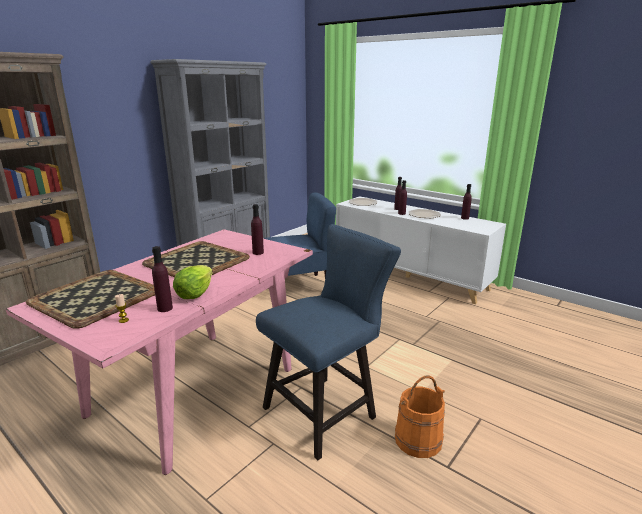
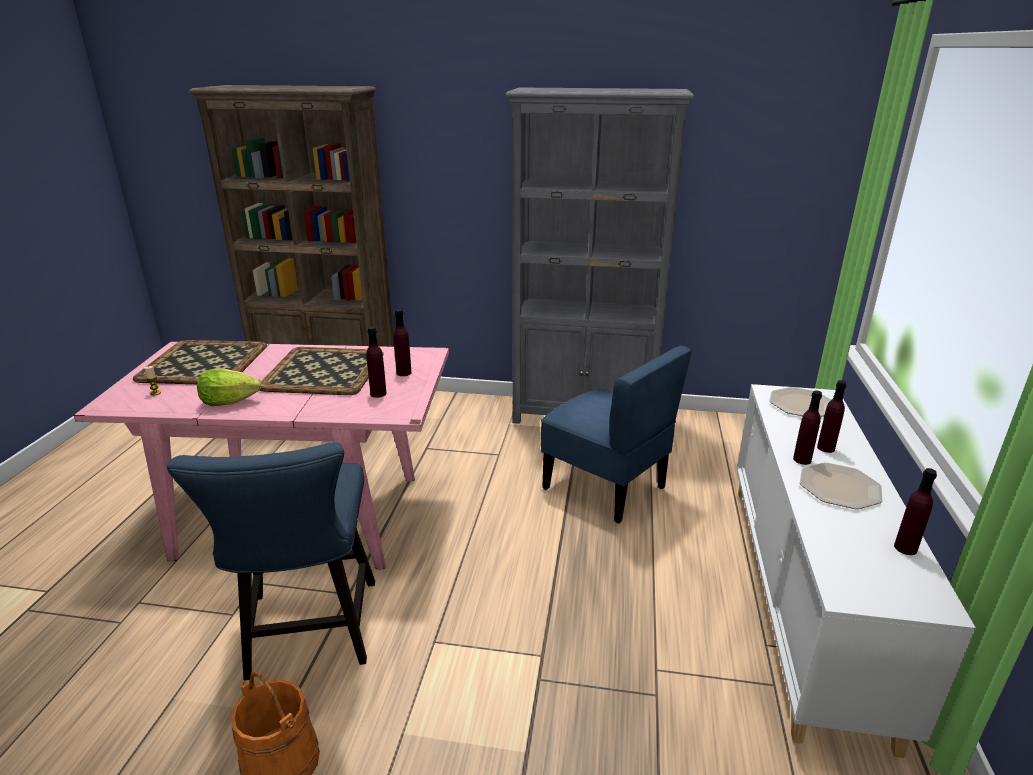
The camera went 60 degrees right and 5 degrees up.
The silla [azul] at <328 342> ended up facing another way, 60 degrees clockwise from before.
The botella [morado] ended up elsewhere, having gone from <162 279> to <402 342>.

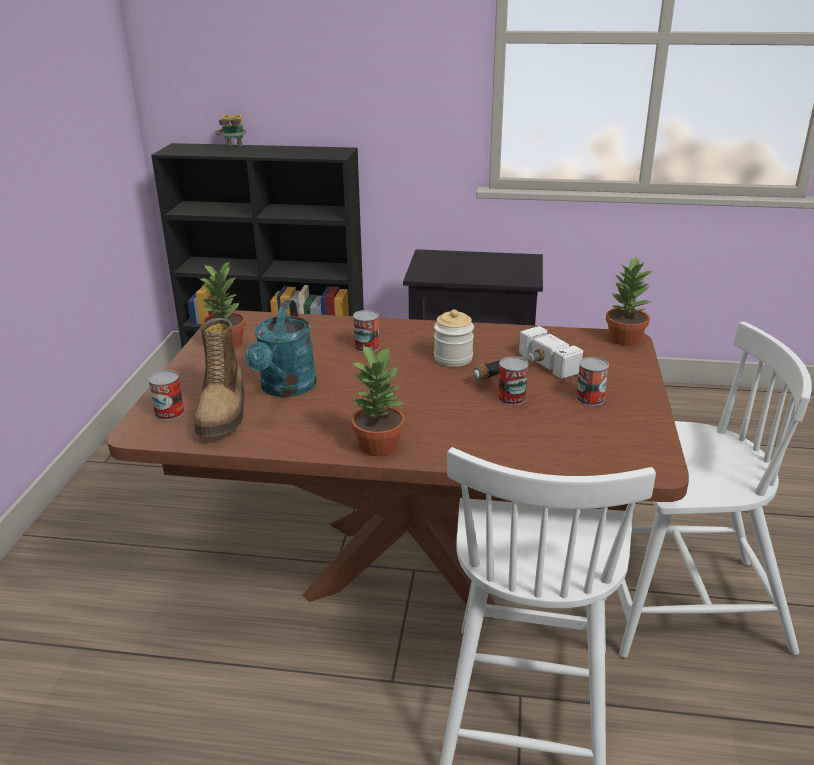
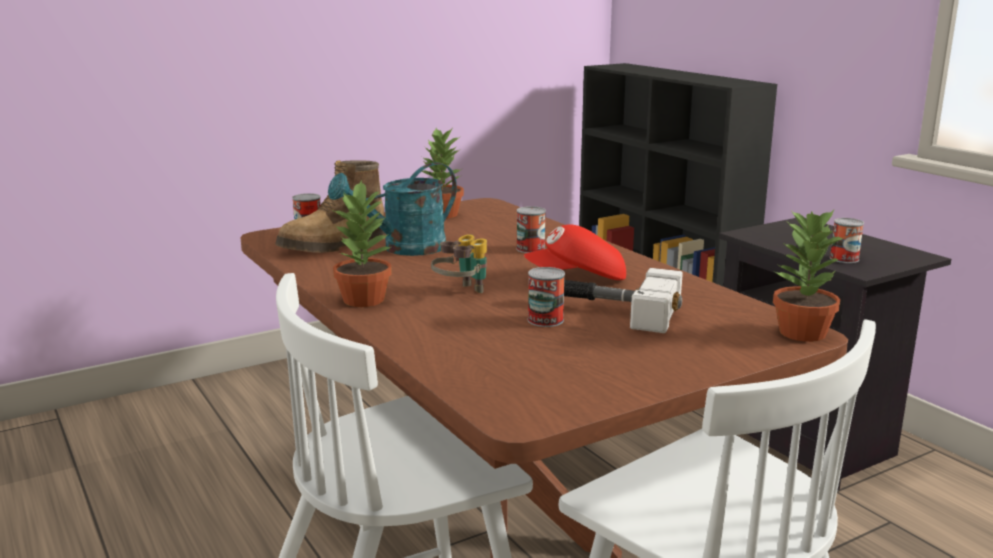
The camera went 50 degrees right and 10 degrees down.
The prismáticos ended up elsewhere, having gone from <230 130> to <459 263>.
Where the tarro stood at <454 338>, the gorra [rojo] came to stand at <575 252>.
The lata ended up elsewhere, having gone from <592 381> to <847 240>.

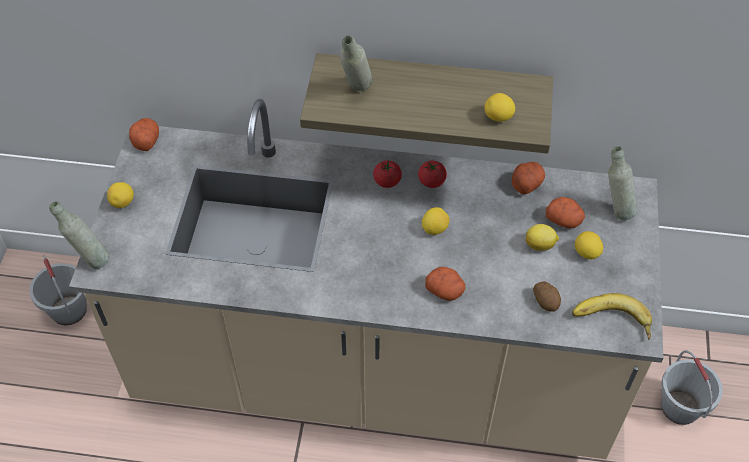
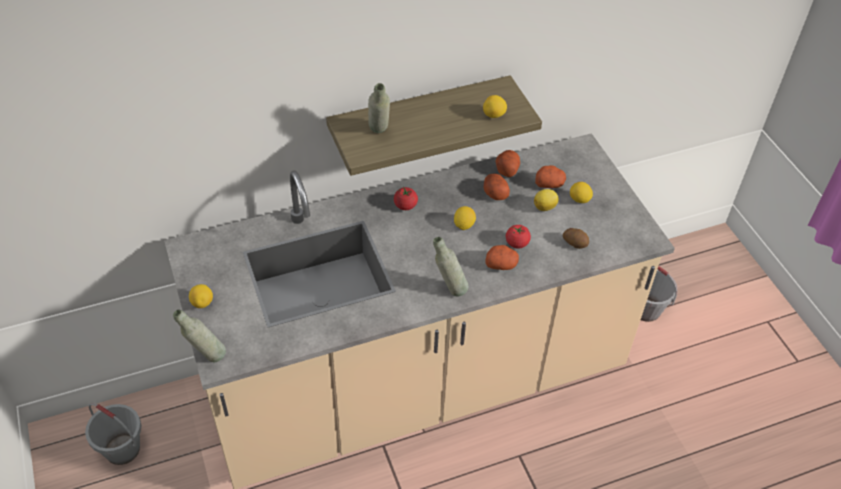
The camera went 30 degrees left and 5 degrees down.
The botella [gris] ended up elsewhere, having gone from <622 183> to <450 267>.
The patata ended up elsewhere, having gone from <144 134> to <496 186>.
The tomate ended up elsewhere, having gone from <432 174> to <518 237>.
The second view lost the plátano at <612 316>.

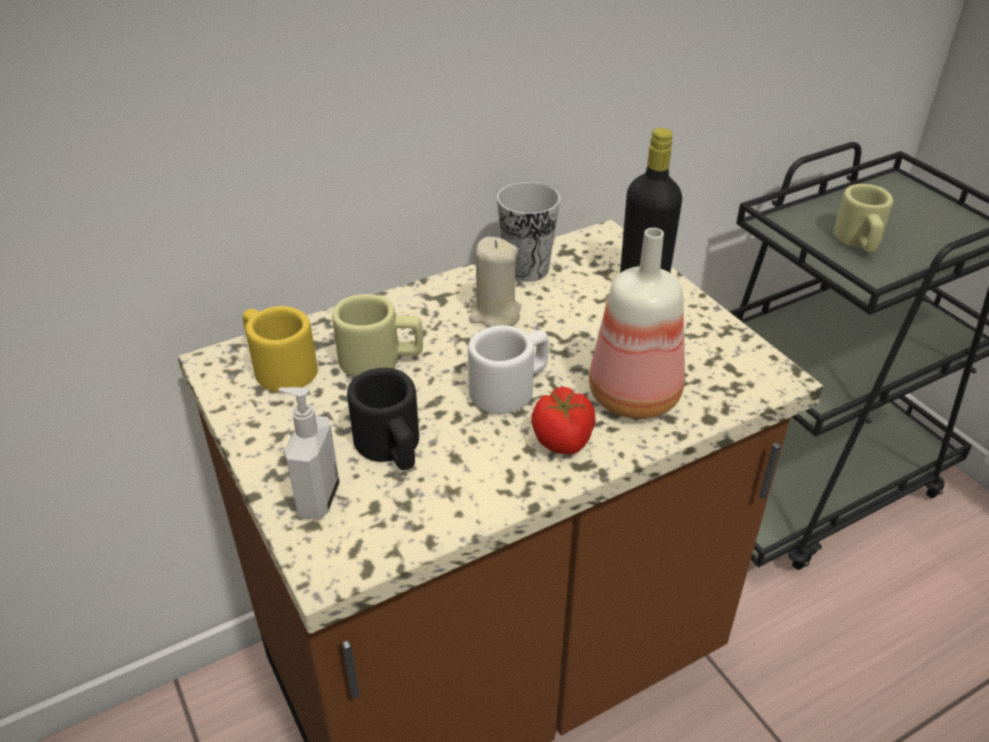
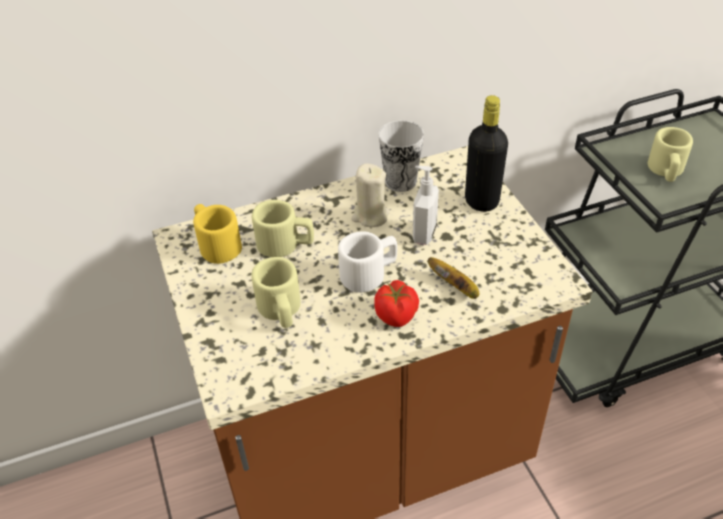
The camera went 10 degrees right and 5 degrees up.
What was the taza grande [negro] at <383 419> turned into the taza grande [beis] at <276 292>.
The dispensador de jabón ended up elsewhere, having gone from <309 453> to <426 205>.
Where the botella stood at <637 323>, the plátano came to stand at <453 278>.

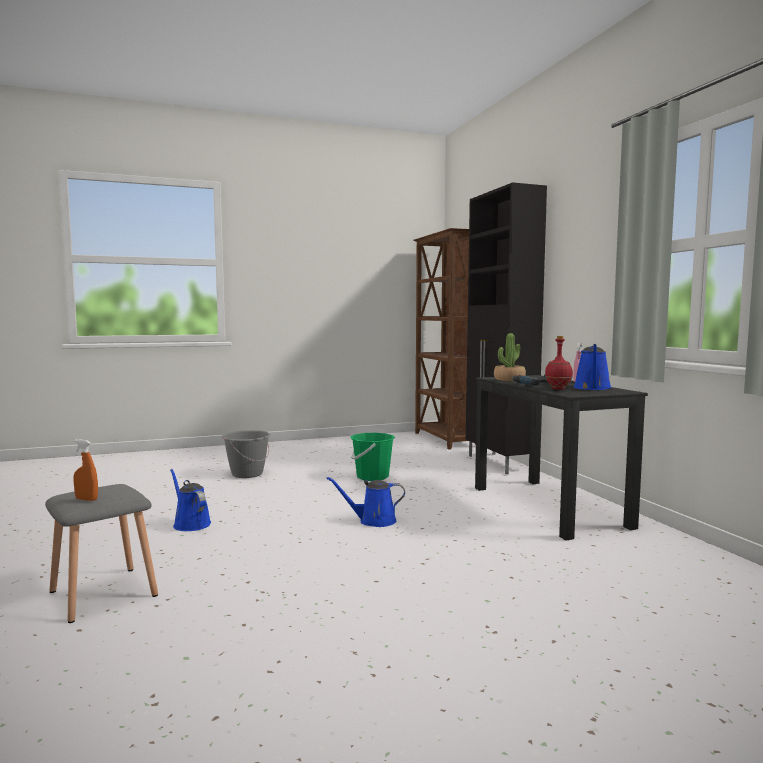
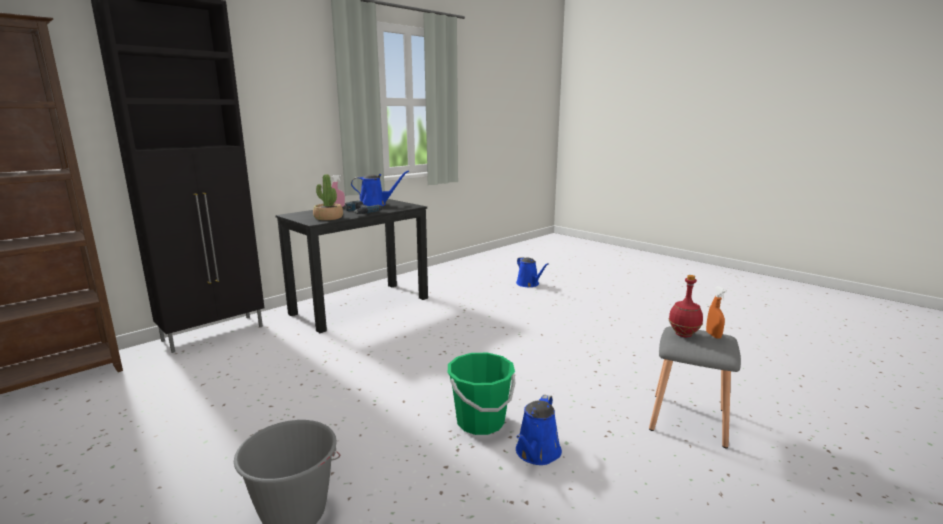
The camera went 115 degrees left and 10 degrees up.
The cubo [verde] ended up elsewhere, having gone from <372 457> to <481 394>.
The regadera [azul] ended up elsewhere, having gone from <365 502> to <532 272>.
The botella [rojo] ended up elsewhere, having gone from <559 363> to <686 306>.

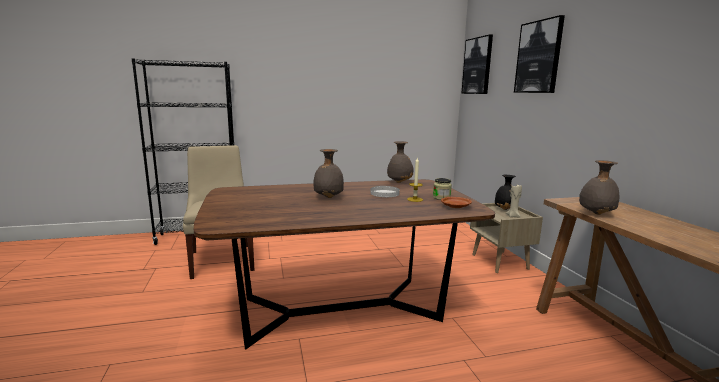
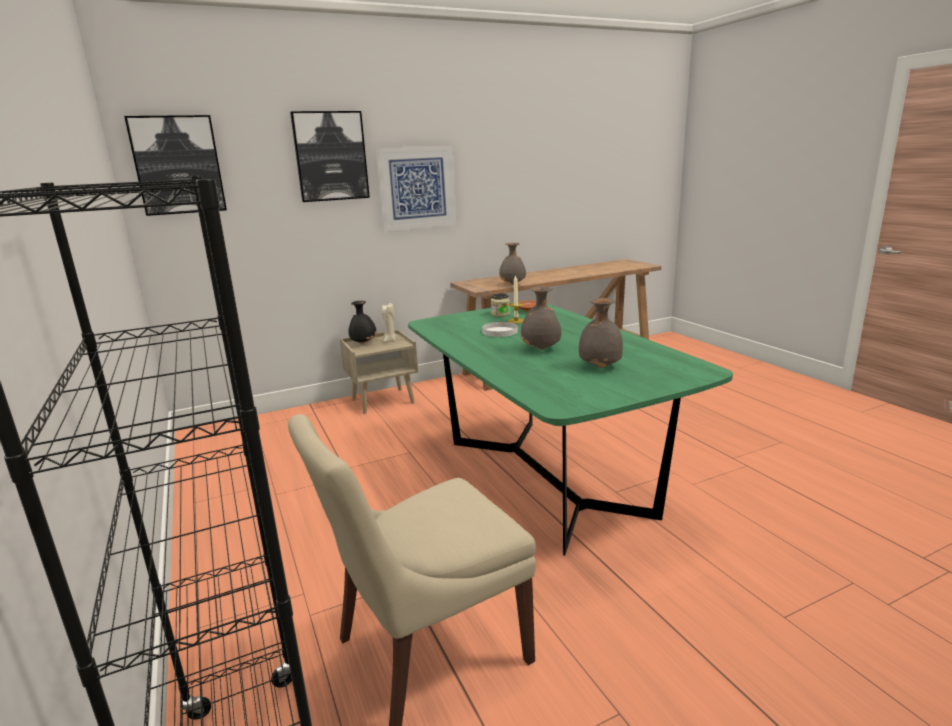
The camera went 100 degrees left and 5 degrees up.
The second view gained the cuadro at <416 188>.
What was the mesa de comedor [marrón] at <344 264> turned into the mesa de comedor [verde] at <570 430>.
The florero [gris] ended up elsewhere, having gone from <400 162> to <601 333>.

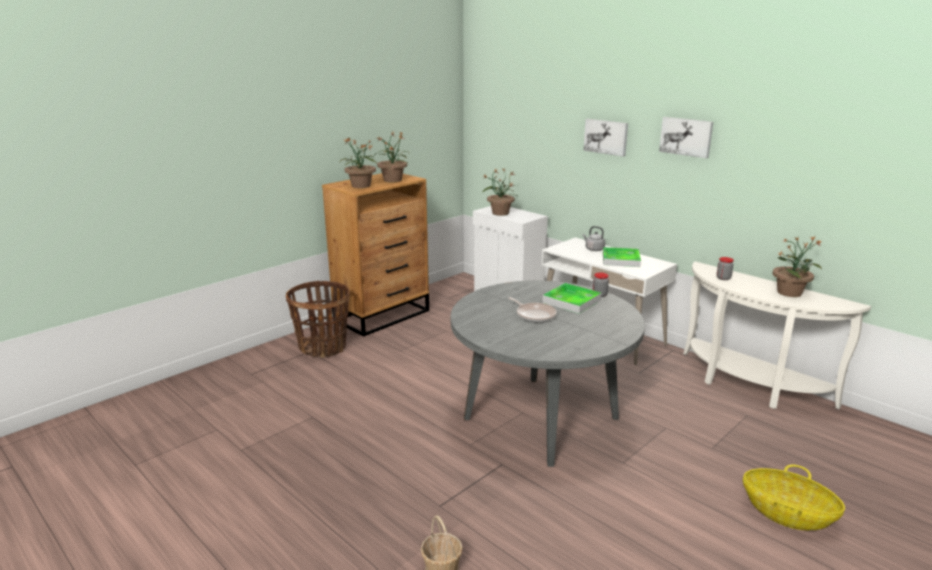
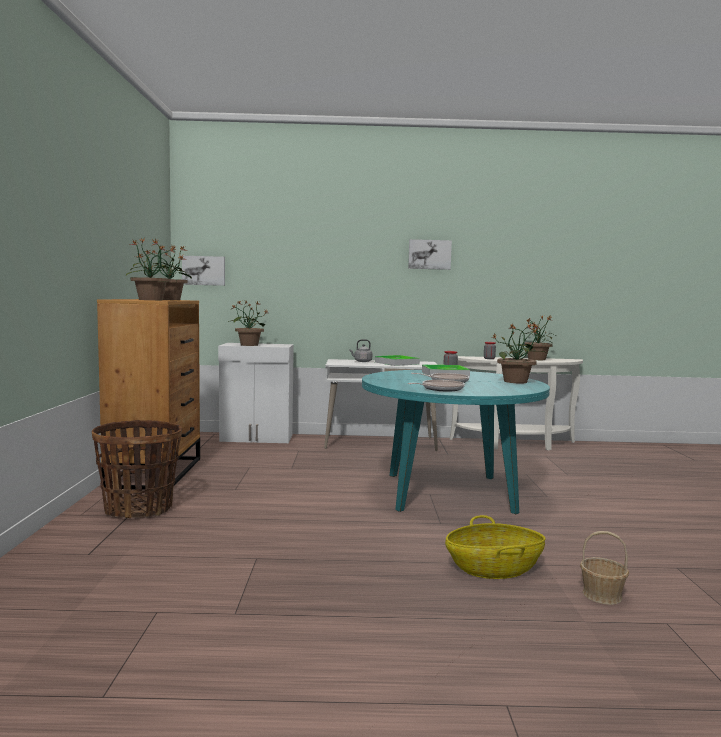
The camera went 45 degrees left and 15 degrees down.
The cuadro ended up elsewhere, having gone from <605 138> to <203 271>.
What was the mesa de comedor [gris] at <548 374> turned into the mesa de comedor [turquesa] at <456 442>.
The second view gained the sartén at <436 386>.
The cesta ended up elsewhere, having gone from <794 497> to <495 547>.
The second view gained the planta en maceta at <519 353>.

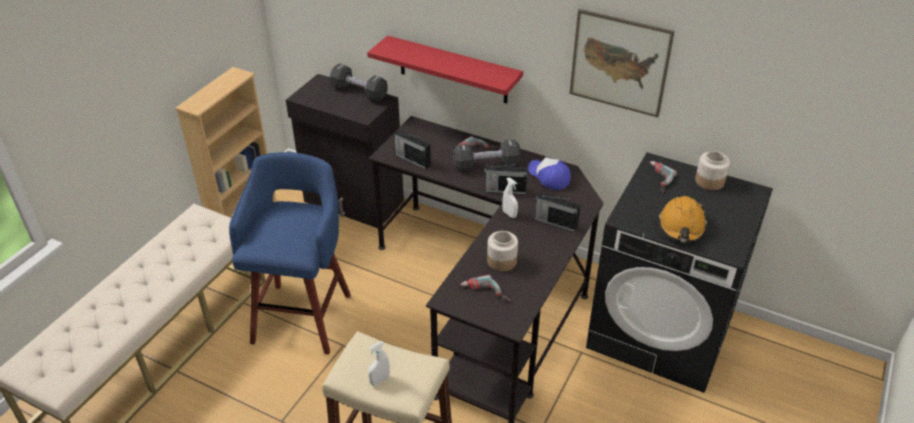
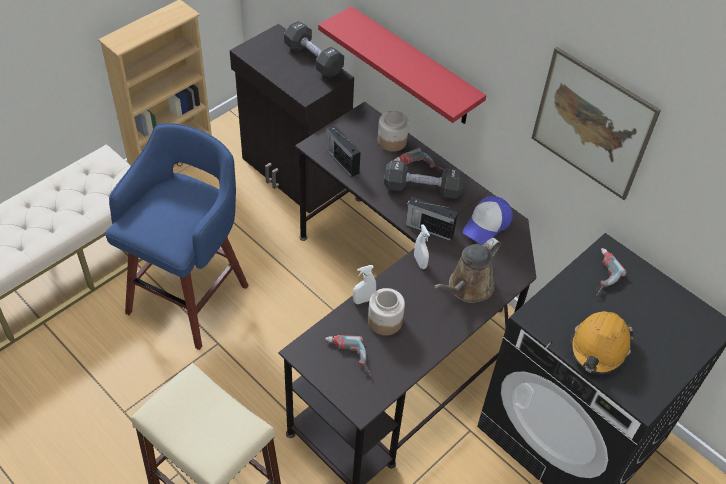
The camera went 15 degrees right and 10 degrees up.
The pulverizador [blanco] ended up elsewhere, having gone from <379 363> to <364 284>.
The tarro ended up elsewhere, having gone from <712 170> to <393 131>.
Where the radio stood at <557 212>, the regadera [marrón] came to stand at <467 270>.
The gorra at <549 173> ended up facing another way, 120 degrees counterclockwise from before.

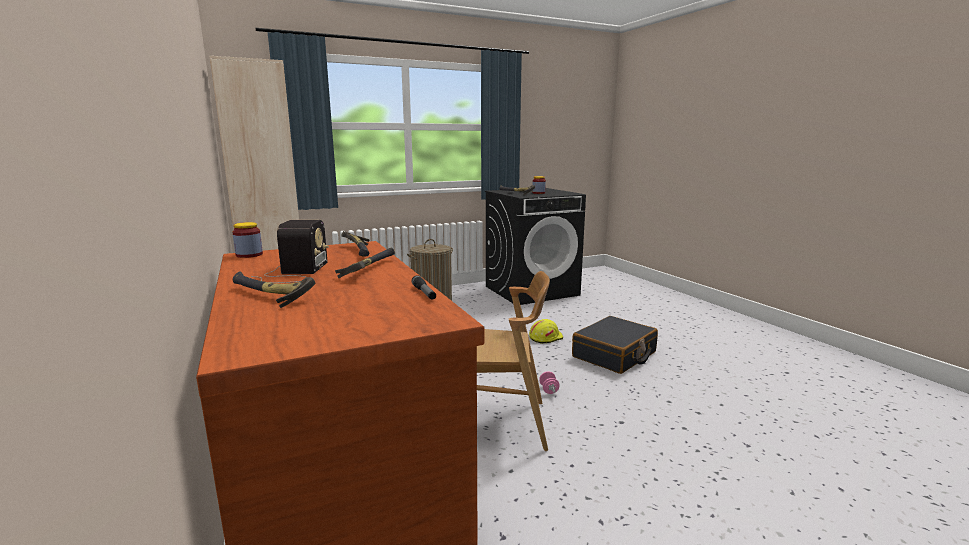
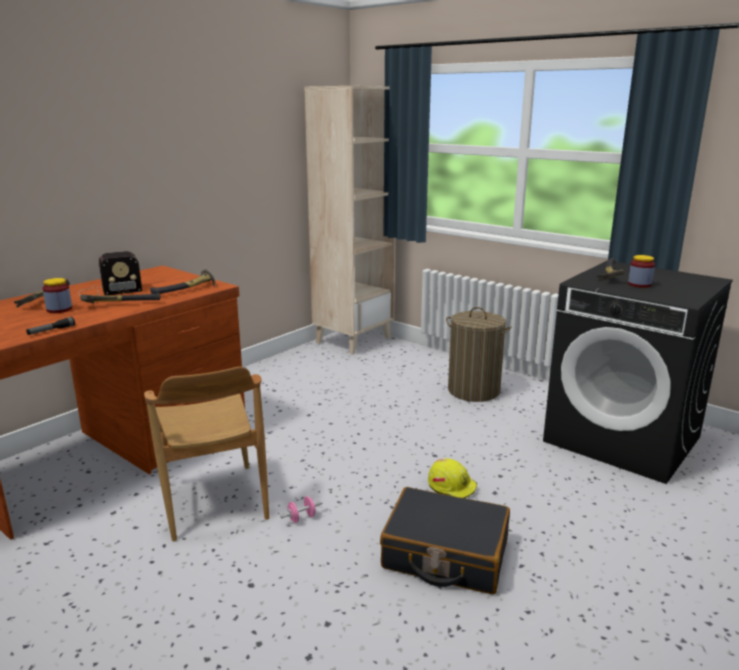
The camera went 65 degrees right and 5 degrees up.
The tarro ended up elsewhere, having gone from <247 240> to <57 295>.

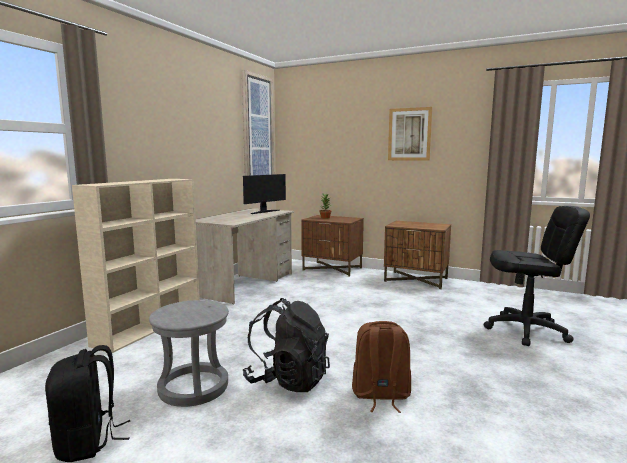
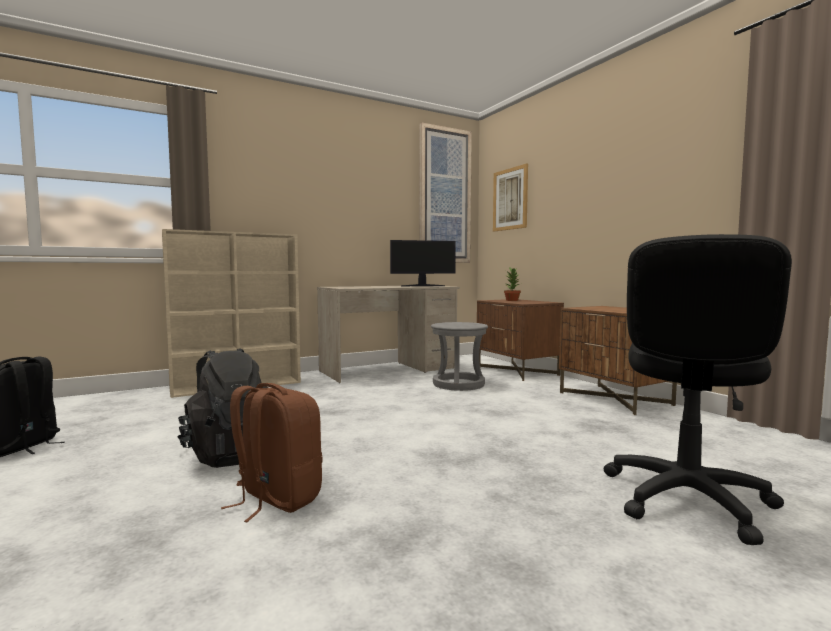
The camera went 35 degrees right and 5 degrees down.
The taburete [gris] ended up elsewhere, having gone from <189 353> to <459 356>.
The cuadro ended up elsewhere, having gone from <410 134> to <510 197>.
The silla de oficina [negro] at <537 276> ended up facing another way, 75 degrees clockwise from before.

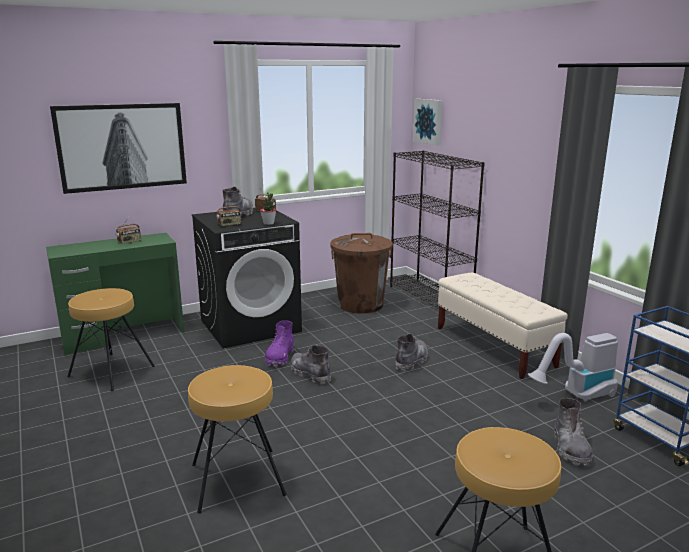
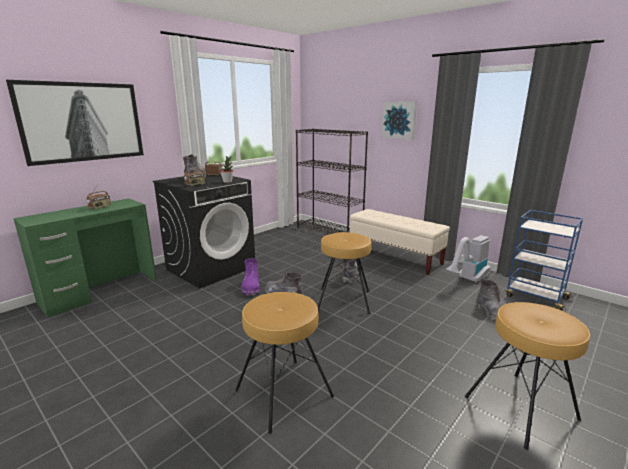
The camera went 20 degrees left and 0 degrees up.
The taburete [marrón] ended up elsewhere, having gone from <111 339> to <344 273>.
The cuadro ended up elsewhere, having gone from <428 122> to <399 120>.
The second view lost the papelera [marrón] at <361 273>.

